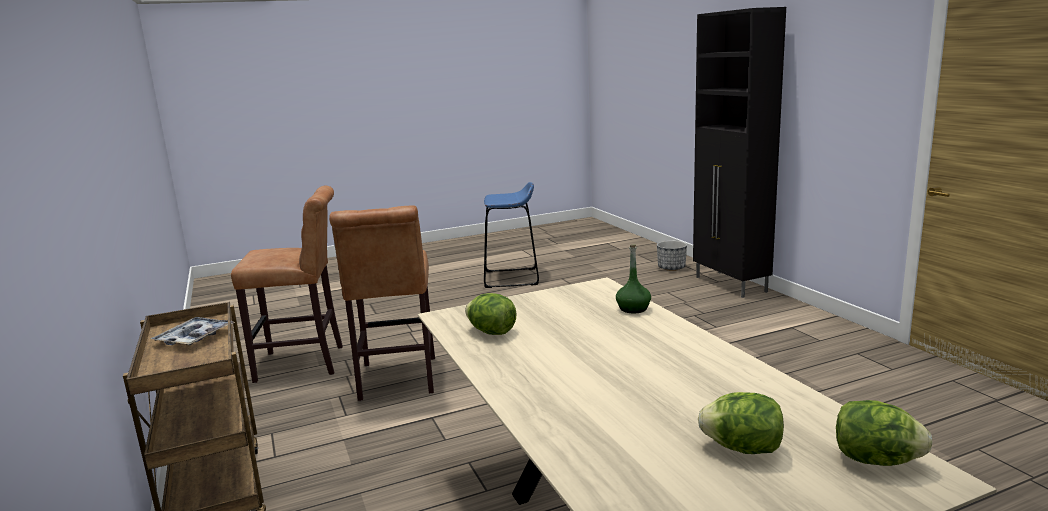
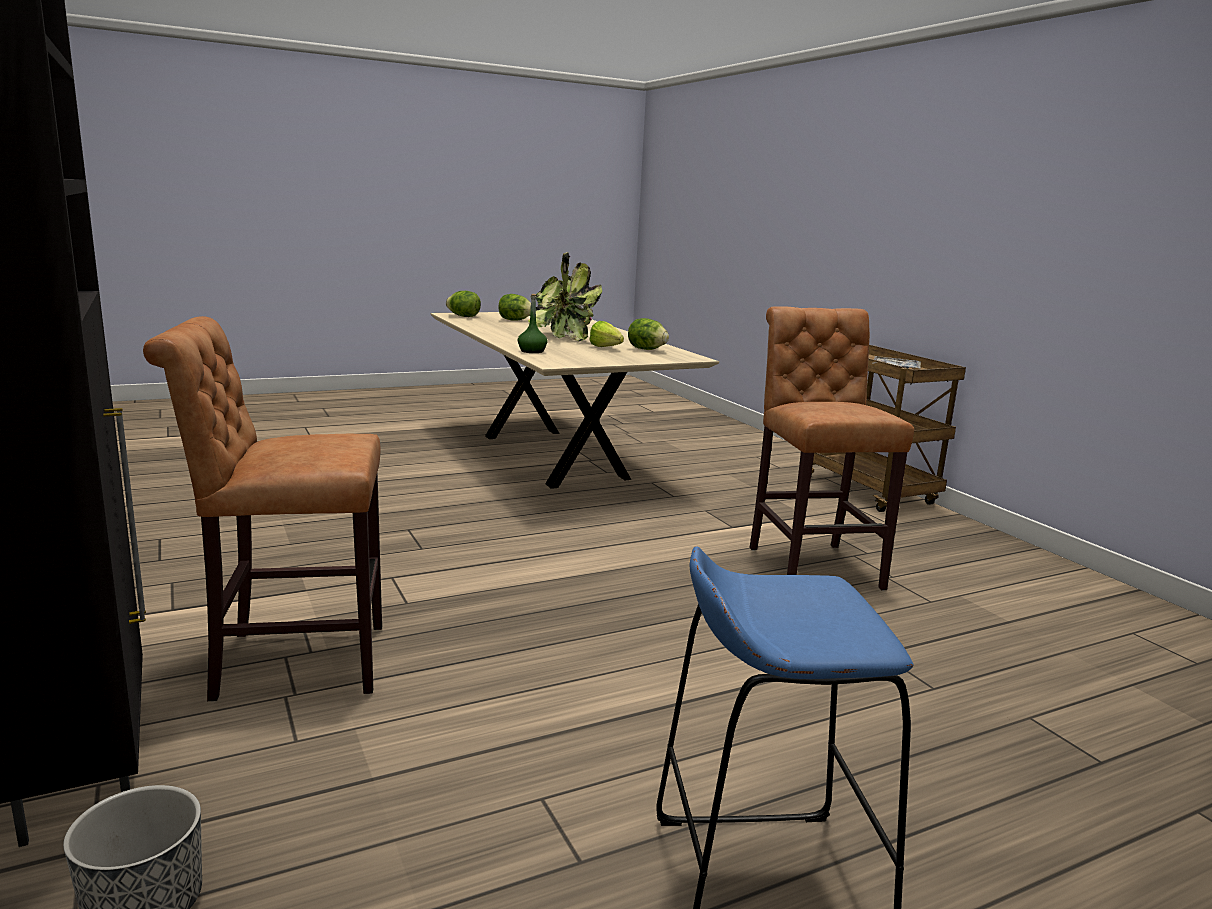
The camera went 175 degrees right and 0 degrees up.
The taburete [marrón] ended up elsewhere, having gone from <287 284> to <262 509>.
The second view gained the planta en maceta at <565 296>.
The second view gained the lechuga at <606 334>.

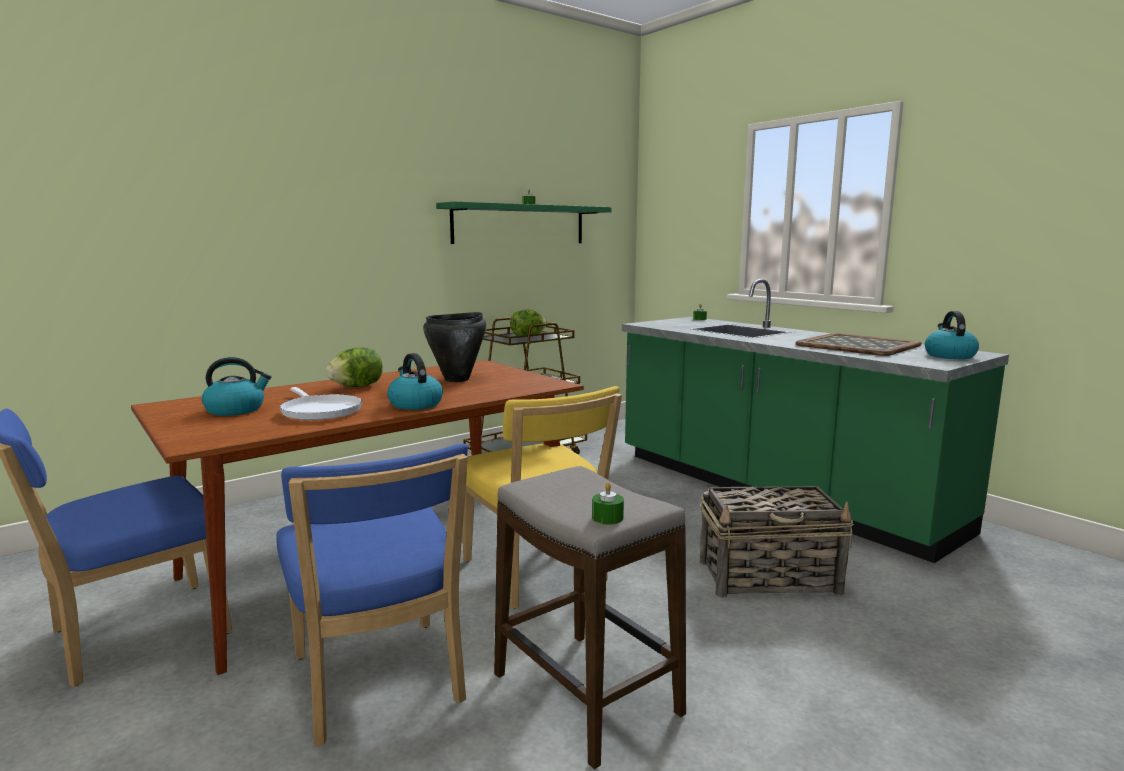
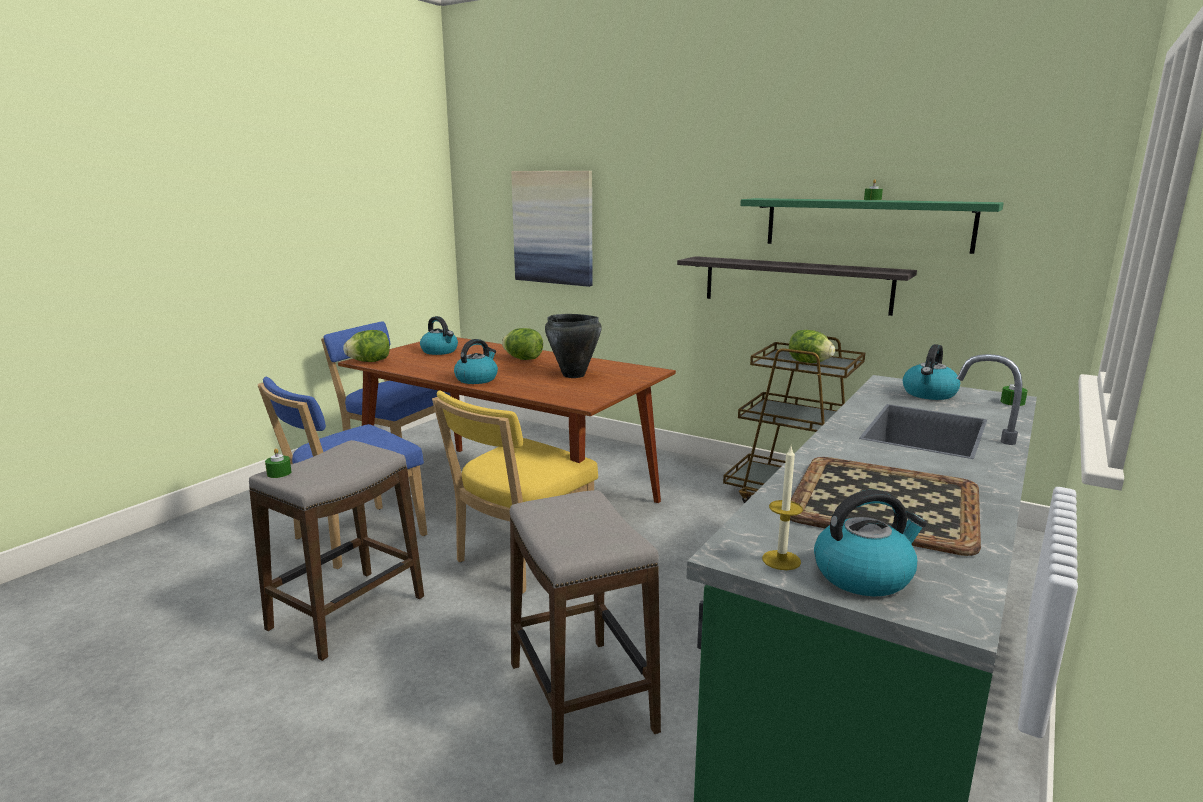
The camera went 70 degrees right and 5 degrees up.
The second view gained the lechuga at <366 346>.
Where the cesta stood at <777 542>, the taburete came to stand at <585 628>.
The second view gained the cuadro at <551 229>.
The second view gained the estante at <797 286>.
The second view gained the vela at <782 508>.
The second view gained the hervidor at <931 372>.
The second view lost the sartén [blanco] at <321 403>.

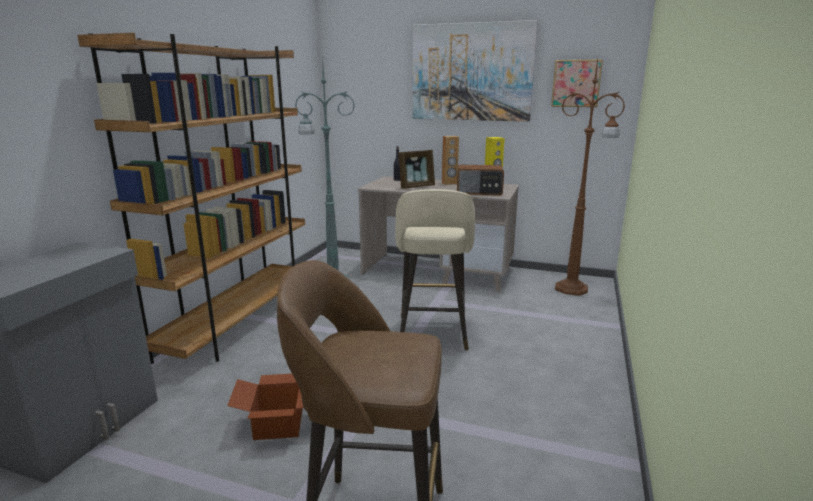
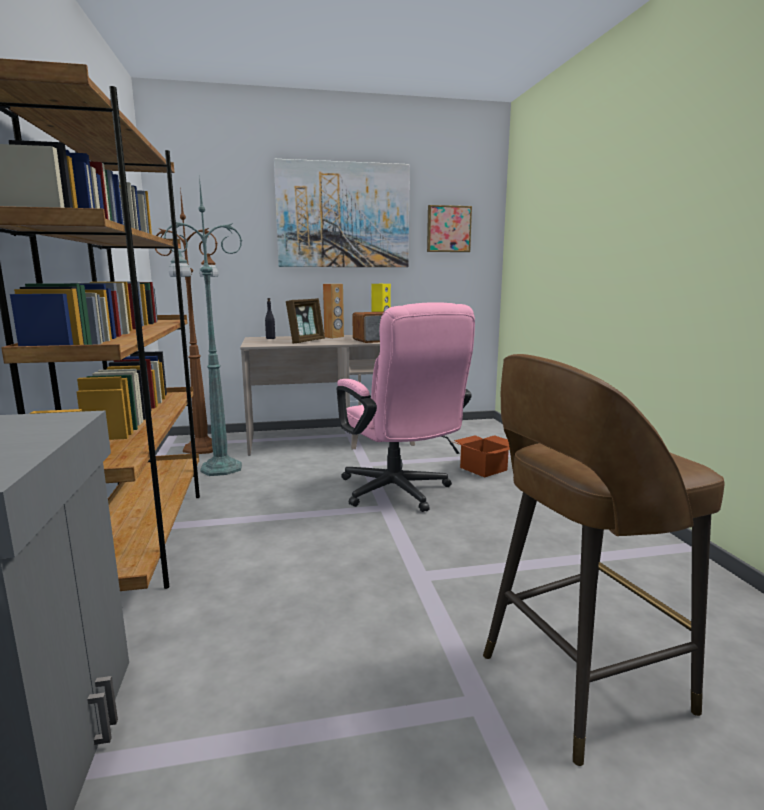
The camera went 30 degrees left and 5 degrees down.
The lámpara de pie [marrón] ended up elsewhere, having gone from <590 177> to <186 321>.
Where the taburete [beis] stood at <435 270>, the silla de oficina [rosa] came to stand at <406 407>.
The caja de cartón ended up elsewhere, having gone from <265 407> to <480 456>.

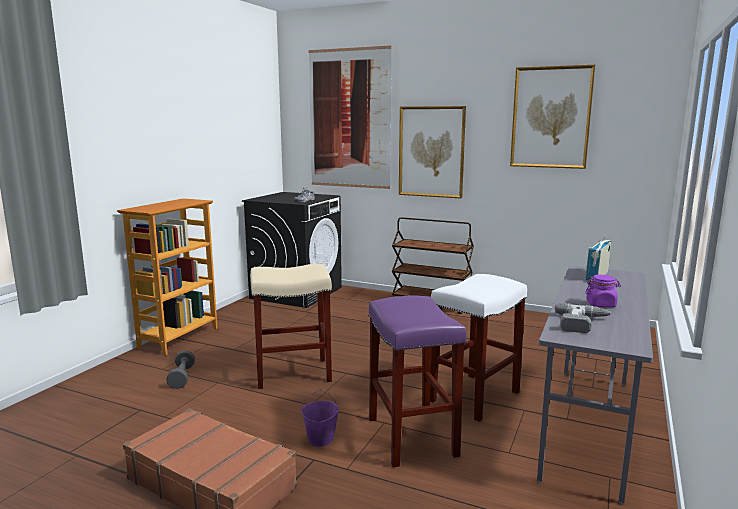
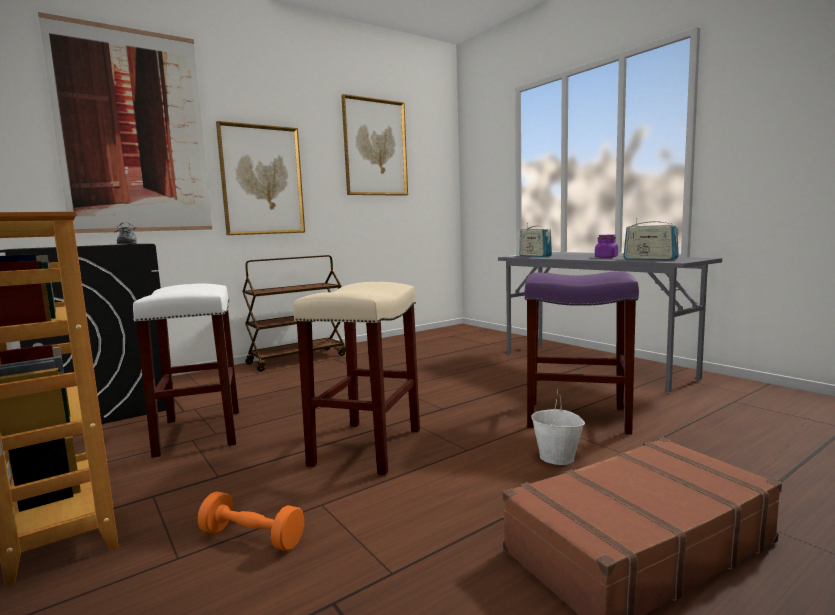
The camera went 60 degrees left and 5 degrees down.
The taburete [blanco] ended up elsewhere, having gone from <478 348> to <186 371>.
What was the mancuerna [gris] at <180 369> turned into the mancuerna [naranja] at <251 521>.
What was the cubo [morado] at <320 418> turned into the cubo [blanco] at <558 427>.
Where the taladro stood at <583 318>, the radio came to stand at <651 239>.

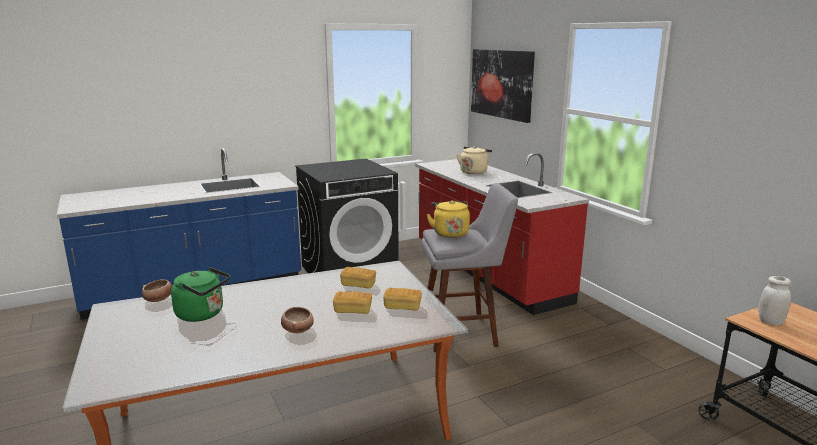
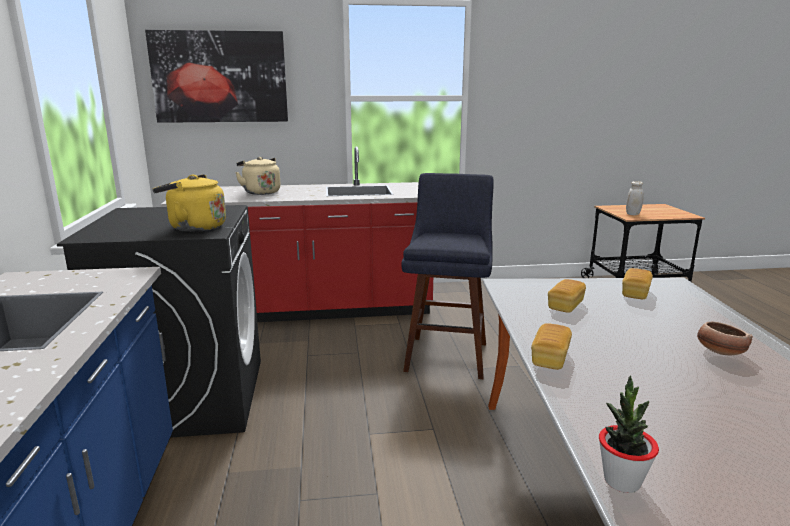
The camera went 70 degrees left and 0 degrees up.
The hervidor [amarillo] ended up elsewhere, having gone from <448 219> to <189 203>.
What was the taburete [gris] at <469 267> turned into the taburete [azul] at <447 276>.
The pan ended up elsewhere, having gone from <352 302> to <551 347>.
Where the cuenco stood at <157 290>, the planta en maceta came to stand at <629 434>.
The second view lost the hervidor [verde] at <200 294>.

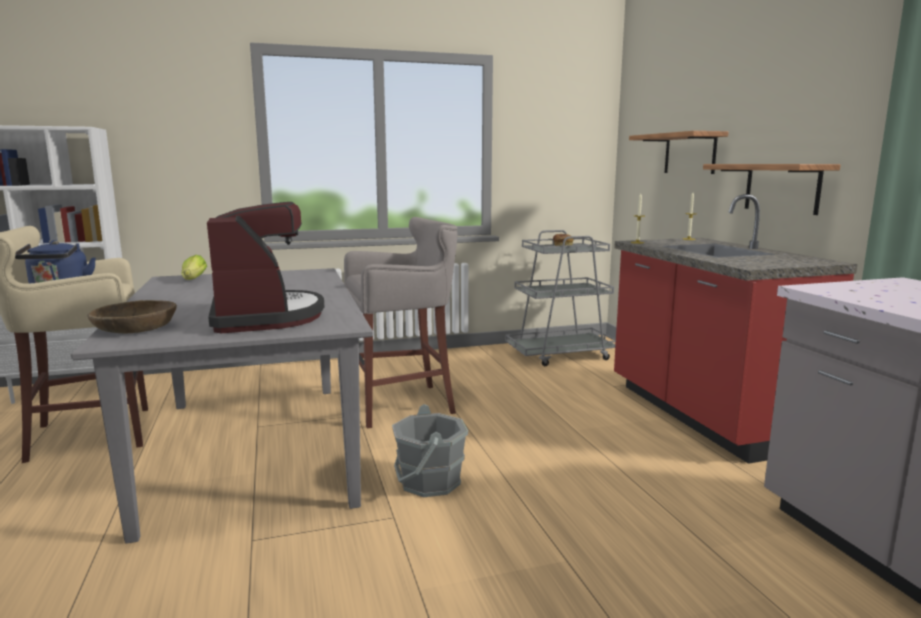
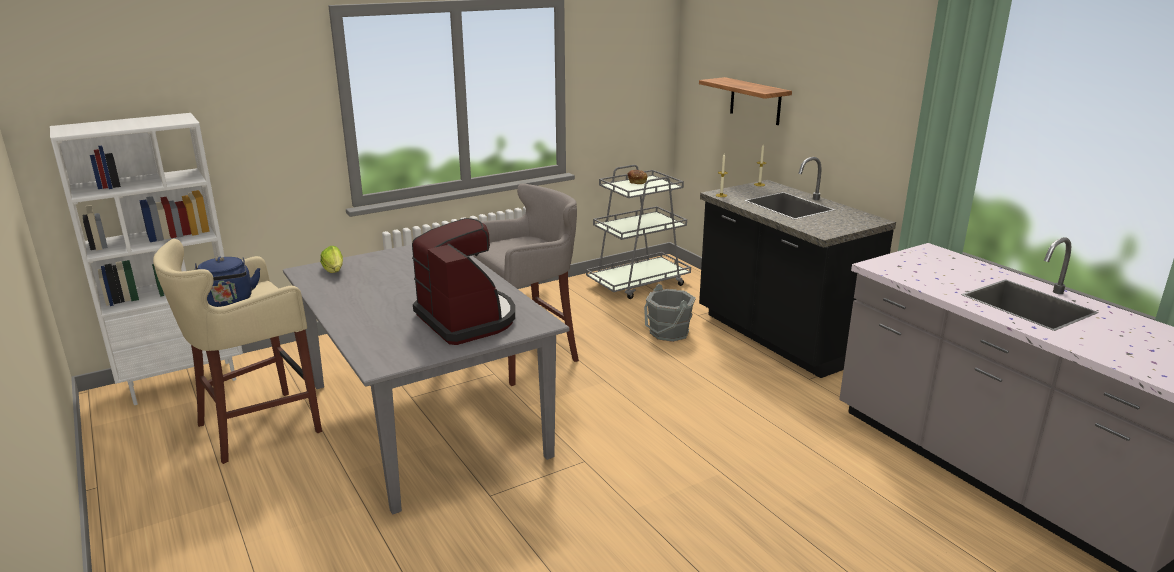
The camera went 15 degrees left and 10 degrees up.
The cubo [gris] ended up elsewhere, having gone from <430 450> to <670 313>.
What was the mueble bajo de cocina [rojo] at <735 329> turned into the mueble bajo de cocina [negro] at <797 267>.
The second view lost the cuenco [marrón] at <132 316>.
The second view lost the estante at <772 189>.

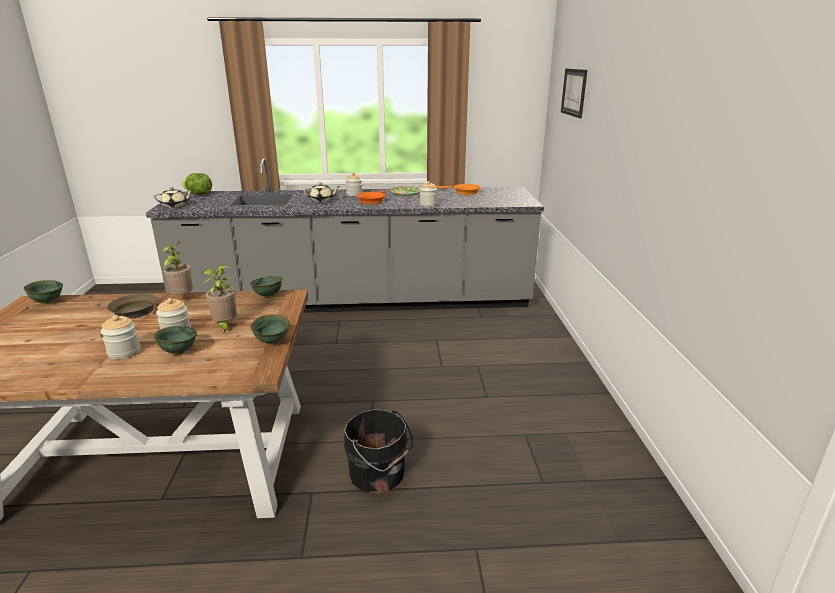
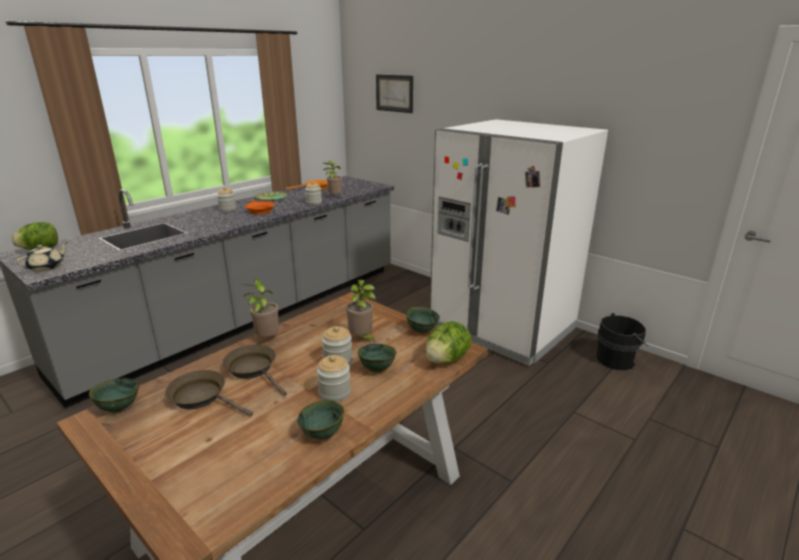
The camera went 45 degrees left and 0 degrees up.
The second view gained the sartén [marrón] at <209 393>.
The cuenco [verde] ended up elsewhere, having gone from <266 287> to <320 419>.
The second view gained the planta en maceta at <332 179>.
The second view gained the lechuga at <448 343>.
The second view gained the nevera [blanco] at <519 242>.
The cubo [negro] ended up elsewhere, having gone from <378 451> to <622 341>.
The second view lost the tetera [beis] at <322 192>.

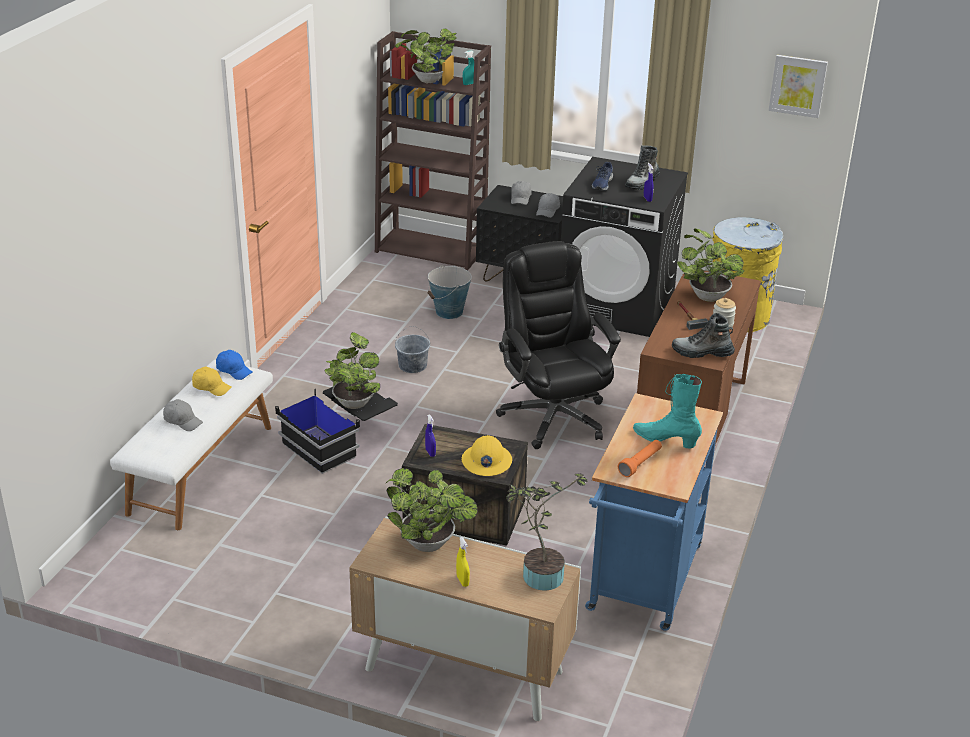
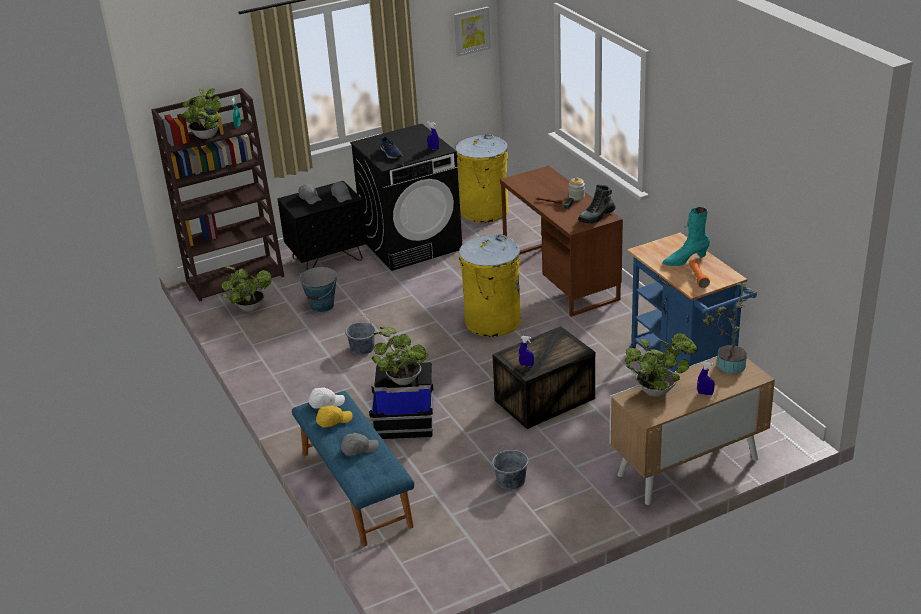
The camera went 45 degrees left and 0 degrees up.
The planta en maceta ended up elsewhere, having gone from <710 265> to <243 289>.
What was the banco [blanco] at <191 445> turned into the banco [azul] at <353 468>.
What was the gorra [azul] at <234 365> turned into the gorra [blanco] at <327 397>.
Where the silla de oficina [negro] stood at <558 345>, the papelera [amarillo] came to stand at <489 285>.
The second view gained the cubo [gris] at <510 467>.
What was the pulverizador [amarillo] at <463 562> turned into the pulverizador [azul] at <706 378>.
The second view lost the casco [amarillo] at <487 455>.
The second view lost the bota at <642 167>.

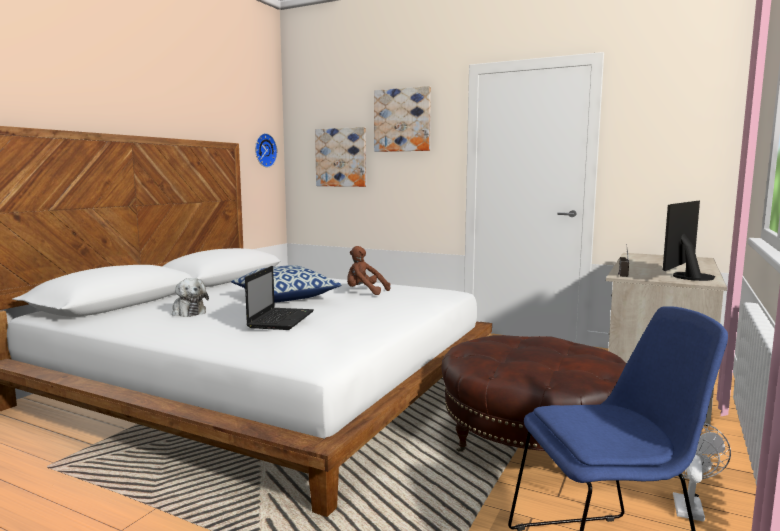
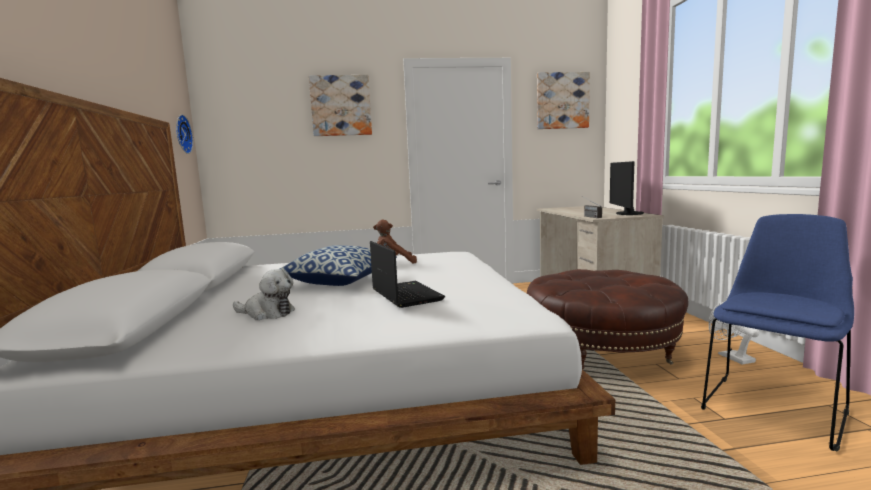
The camera went 35 degrees left and 0 degrees up.
The cuadro ended up elsewhere, having gone from <340 157> to <563 100>.

